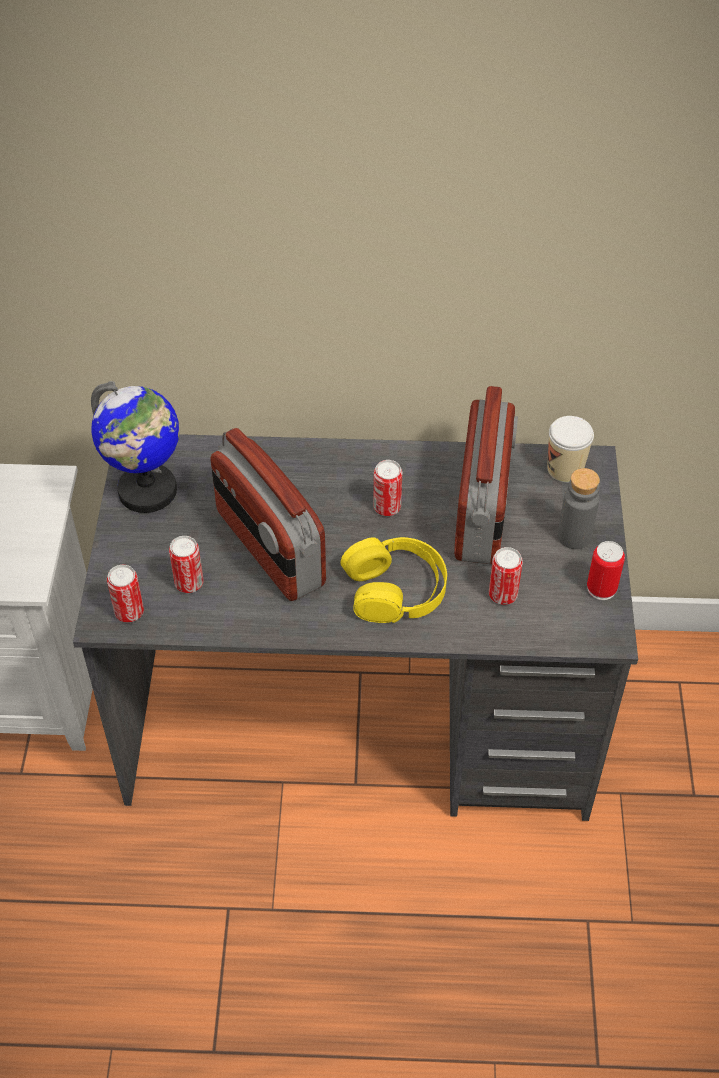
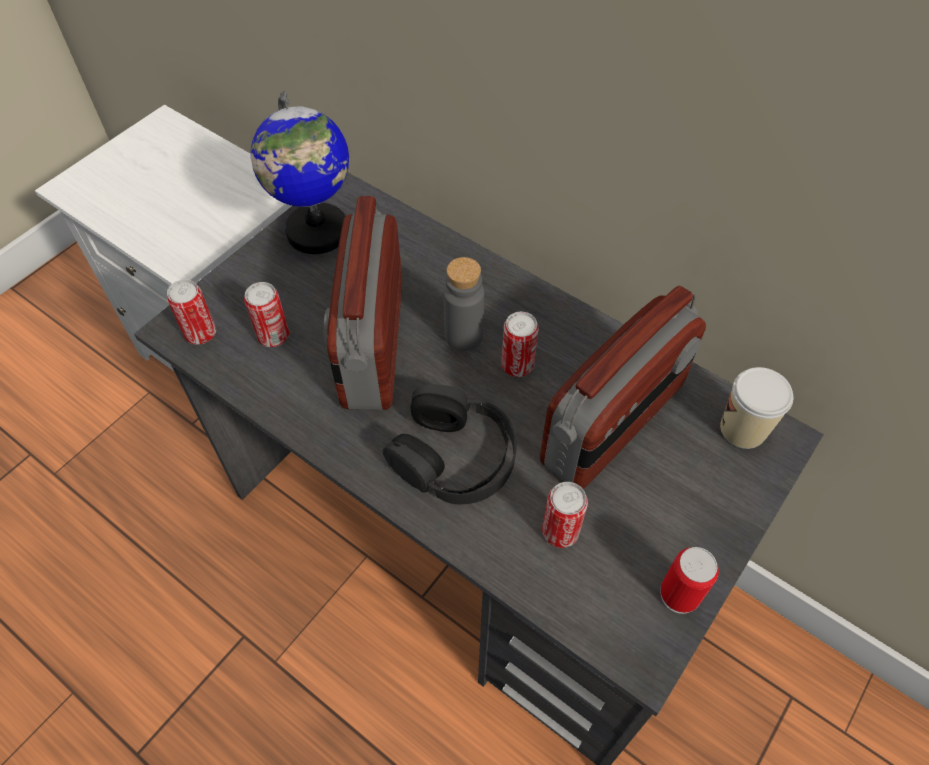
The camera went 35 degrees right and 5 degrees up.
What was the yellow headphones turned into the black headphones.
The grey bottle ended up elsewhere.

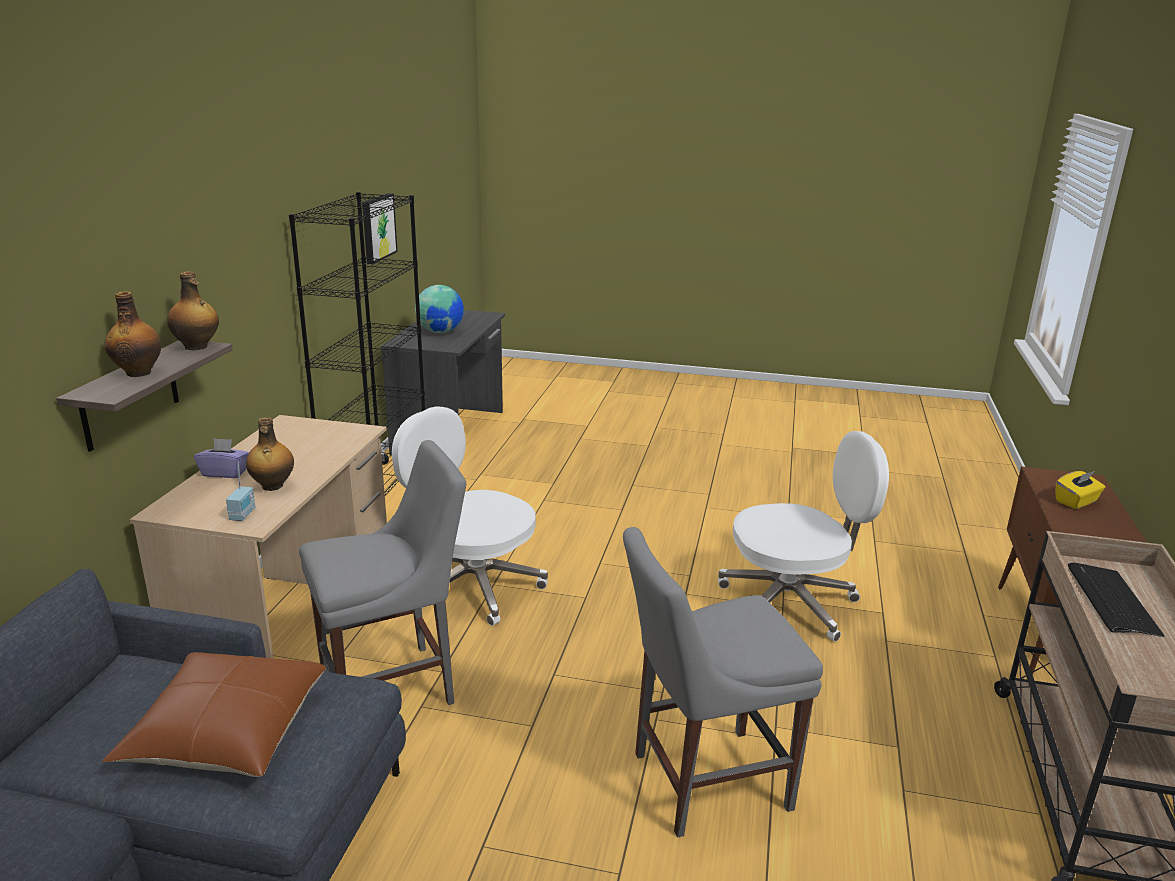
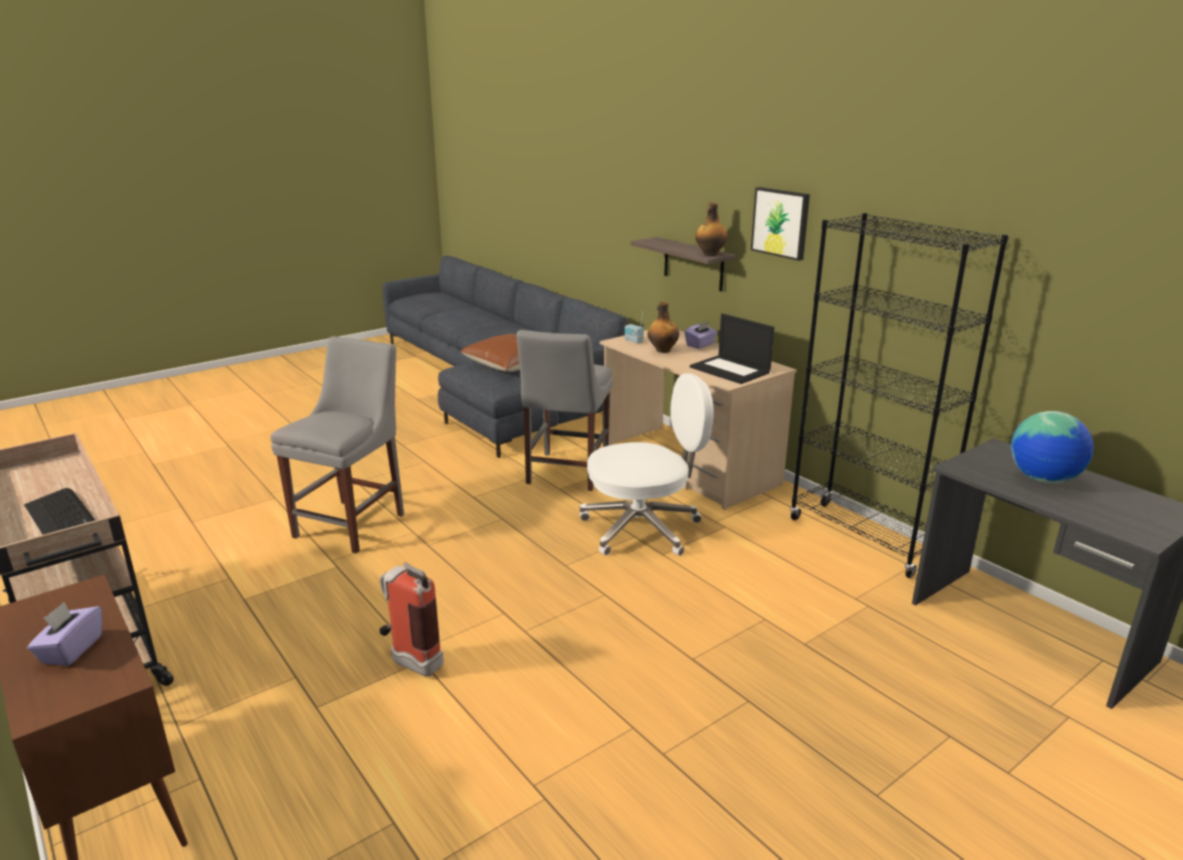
The camera went 130 degrees right and 0 degrees up.
The second view lost the bottle (1st from left).
The picture ended up elsewhere.
Where the white office chair (2nd from left) stood, the fire extinguisher came to stand.
What was the yellow tissue box turned into the purple tissue box (1st from left).
The second view gained the laptop.

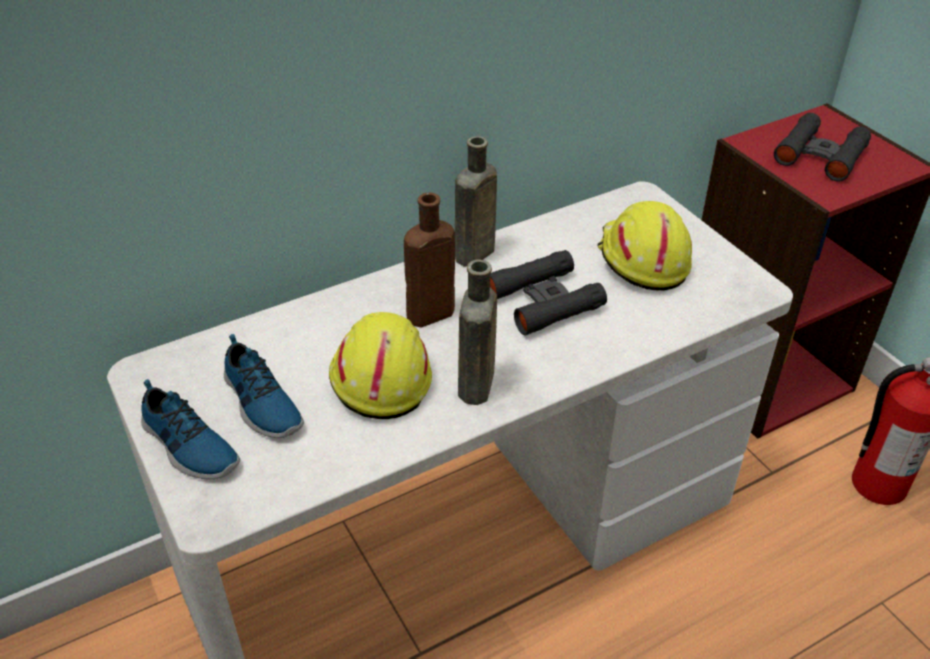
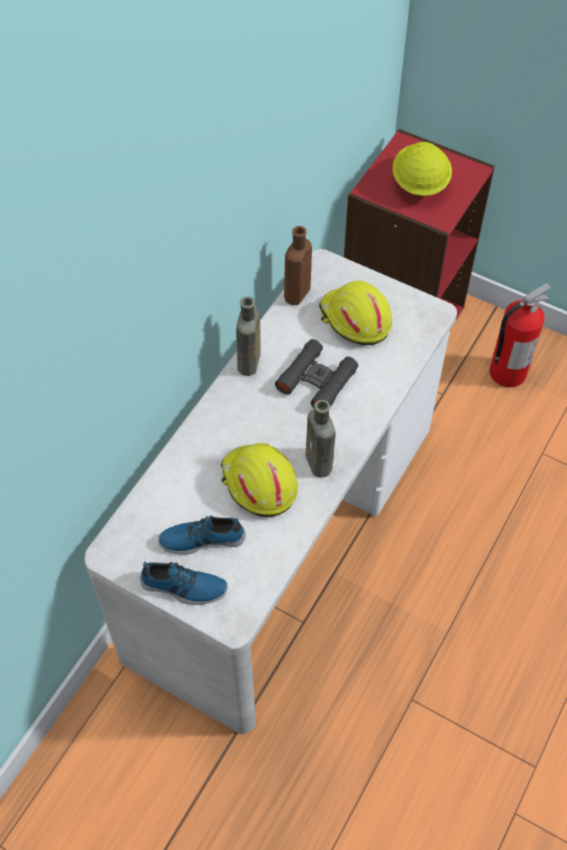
The camera went 30 degrees left and 15 degrees up.
The shoe (2nd from left) ended up facing another way, 150 degrees clockwise from before.
The brown bottle (1st from left in the first image) ended up elsewhere.
Where the black binoculars (2nd from left) stood, the yellow hard hat (3rd from left) came to stand.

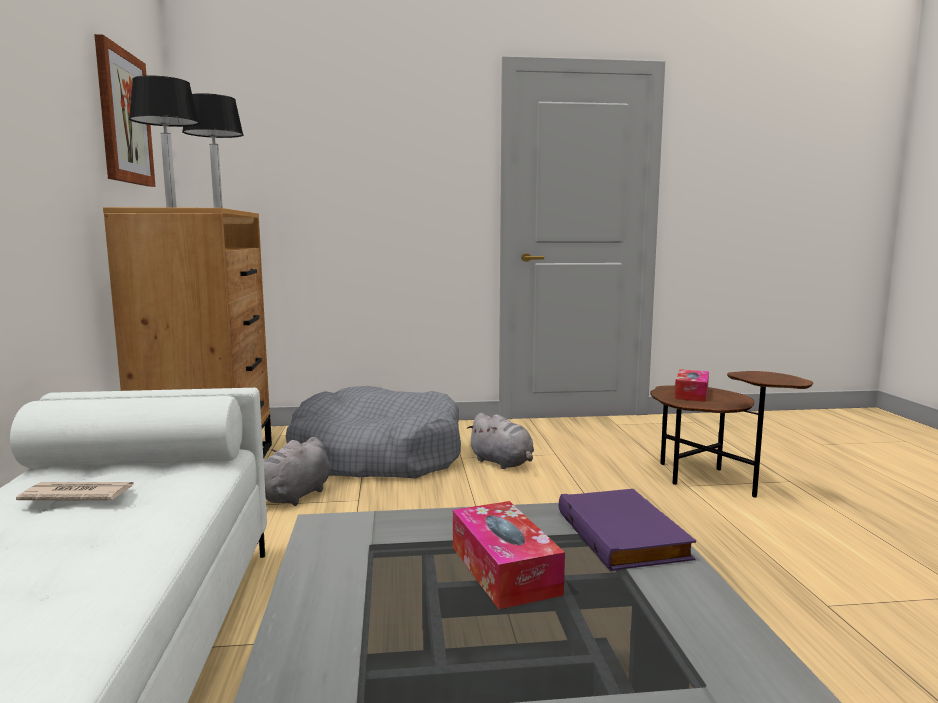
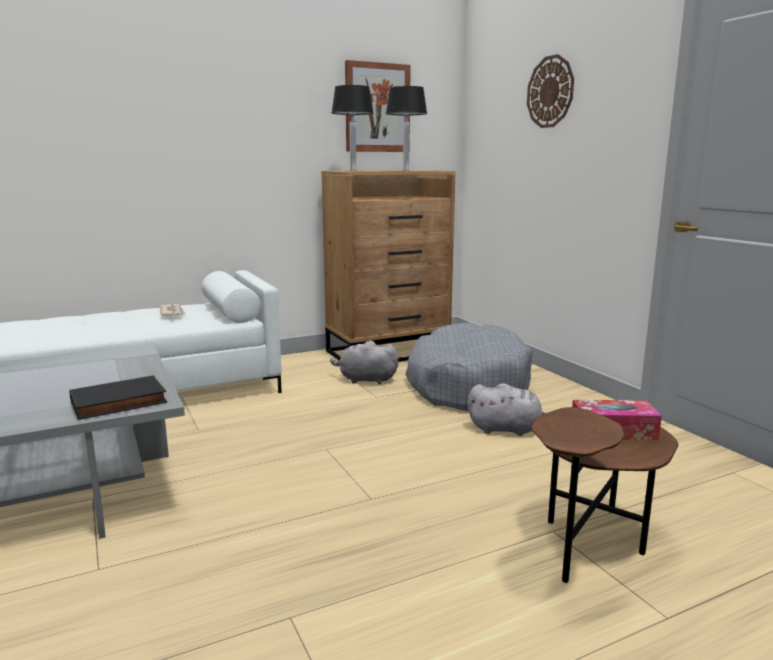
The camera went 70 degrees right and 5 degrees up.
The second view lost the tissue box (1st from left).
The grey plush toy (2nd from left) ended up facing another way, 105 degrees counterclockwise from before.
What was the purple book turned into the black book.
The second view gained the wall clock.

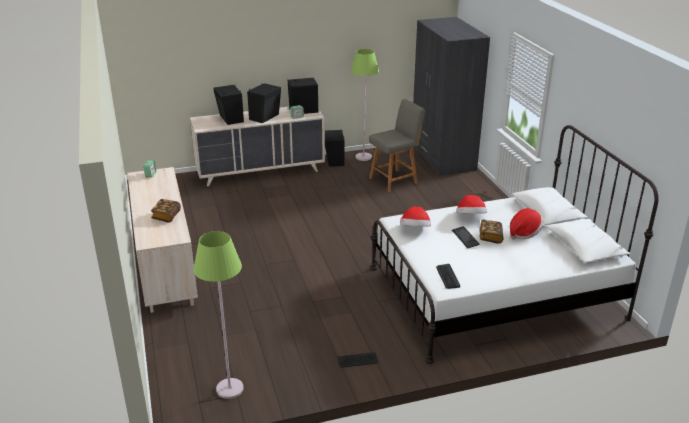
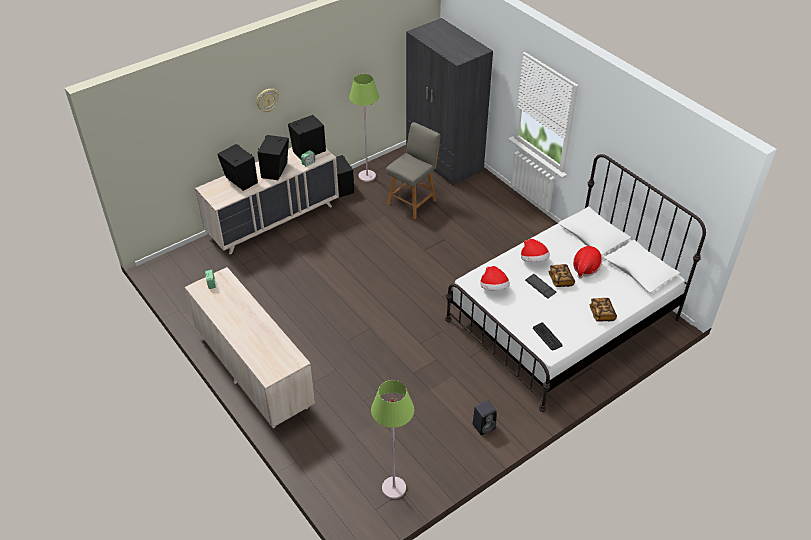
The camera went 20 degrees left and 15 degrees up.
The book (1st from left in the first image) ended up elsewhere.
Where the keyboard (1st from left) stood, the black speaker (5th from left) came to stand.
The second view gained the wall clock.

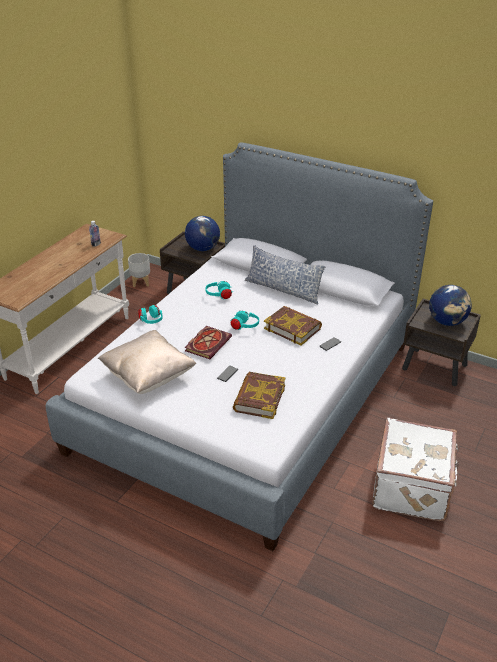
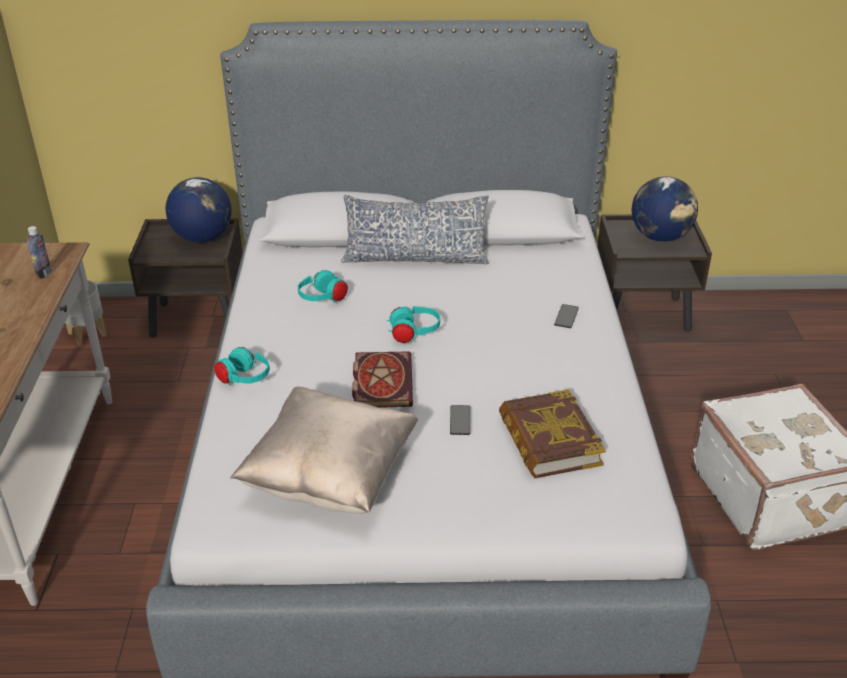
The camera went 30 degrees left and 0 degrees up.
The second view lost the book (3rd from left).

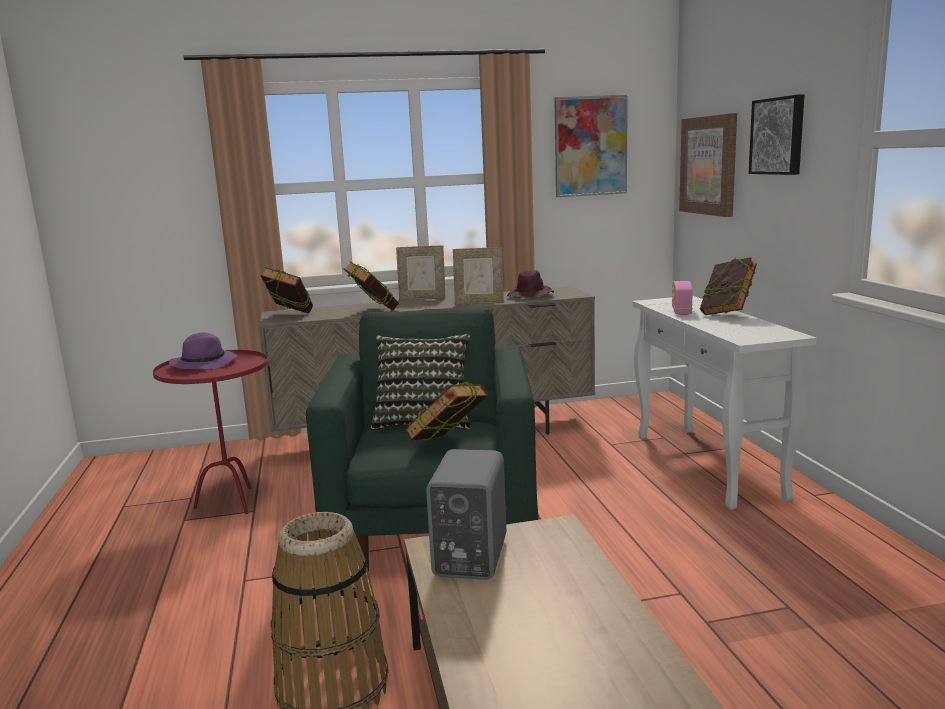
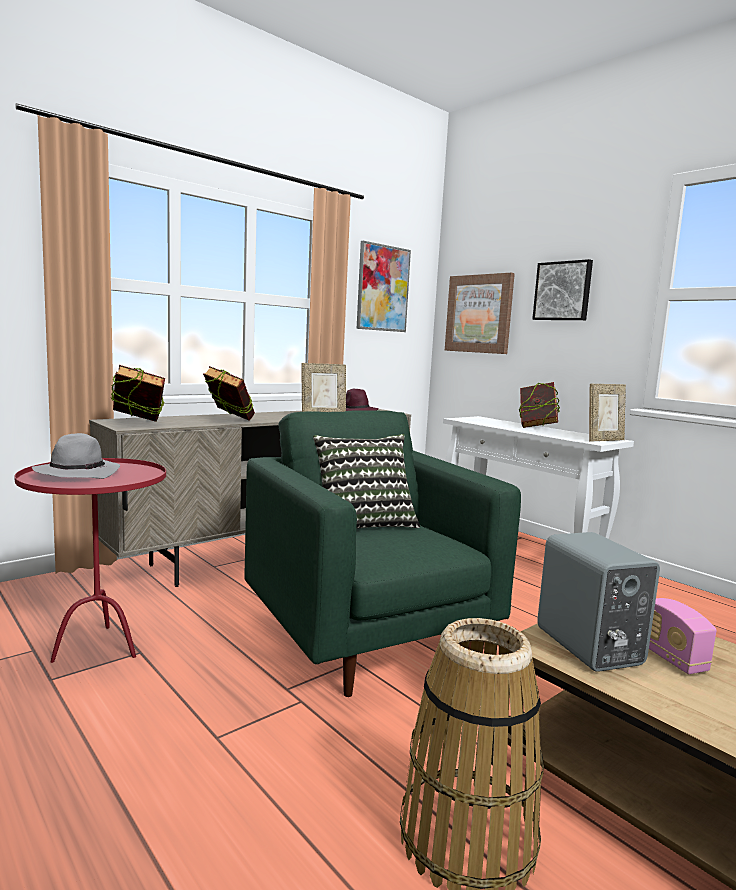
The camera went 30 degrees left and 5 degrees down.
What was the purple hat (1st from left) turned into the grey hat.
The picture frame (1st from left in the first image) ended up elsewhere.
The second view lost the book (3rd from left).
The radio ended up elsewhere.

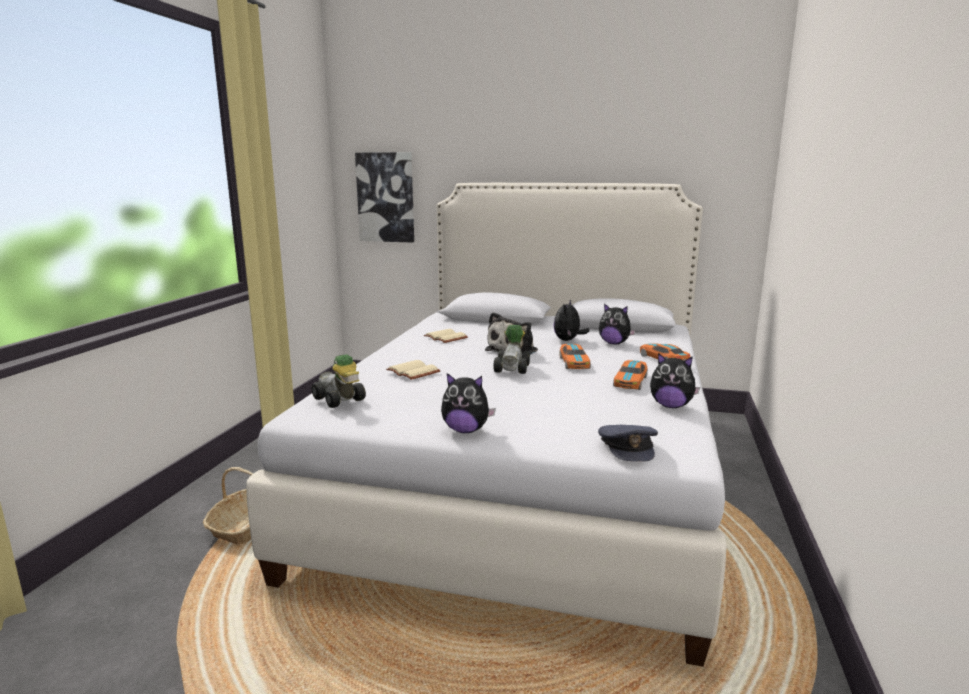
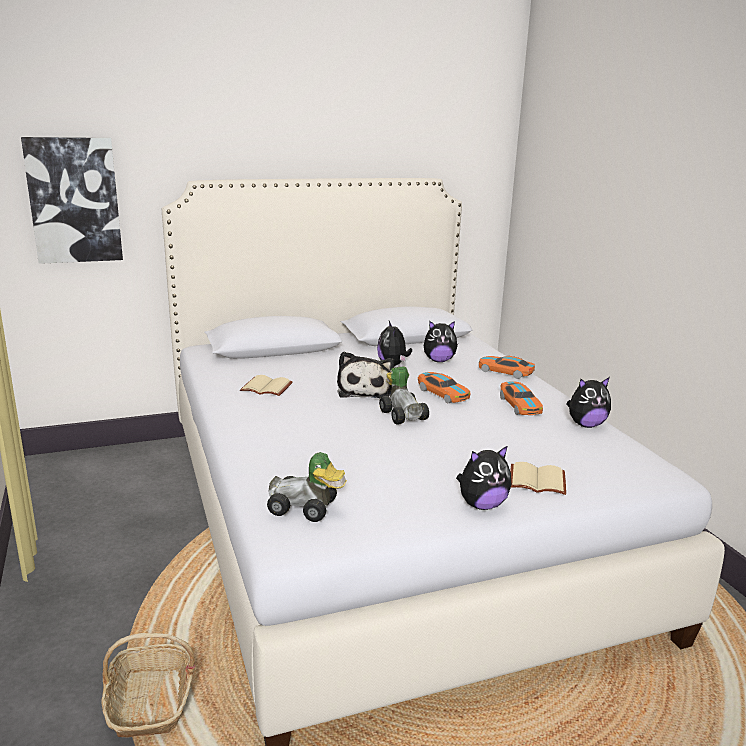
The camera went 35 degrees left and 5 degrees up.
The beige book (1st from left in the first image) ended up elsewhere.
The second view lost the grey cap.

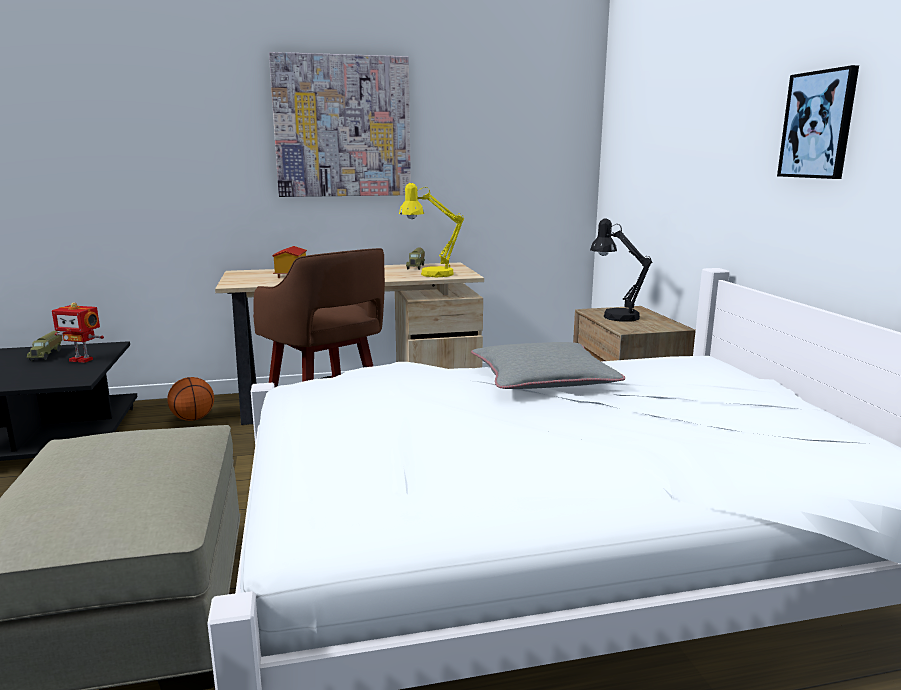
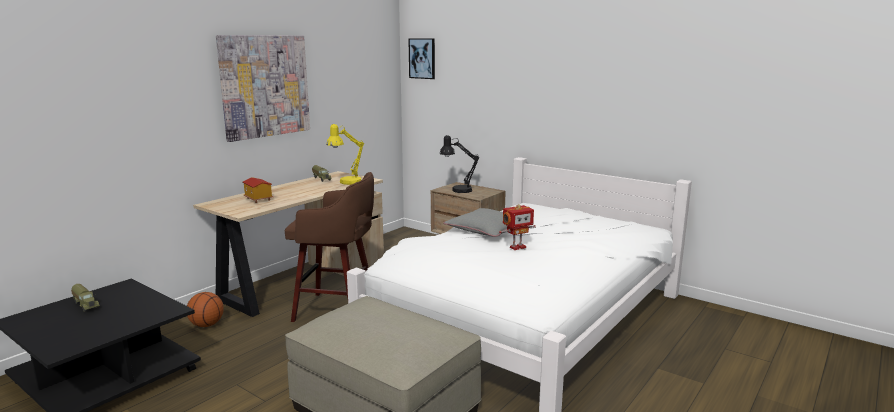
The camera went 40 degrees left and 0 degrees up.
The toy robot ended up elsewhere.
The picture (2nd from left) ended up elsewhere.

